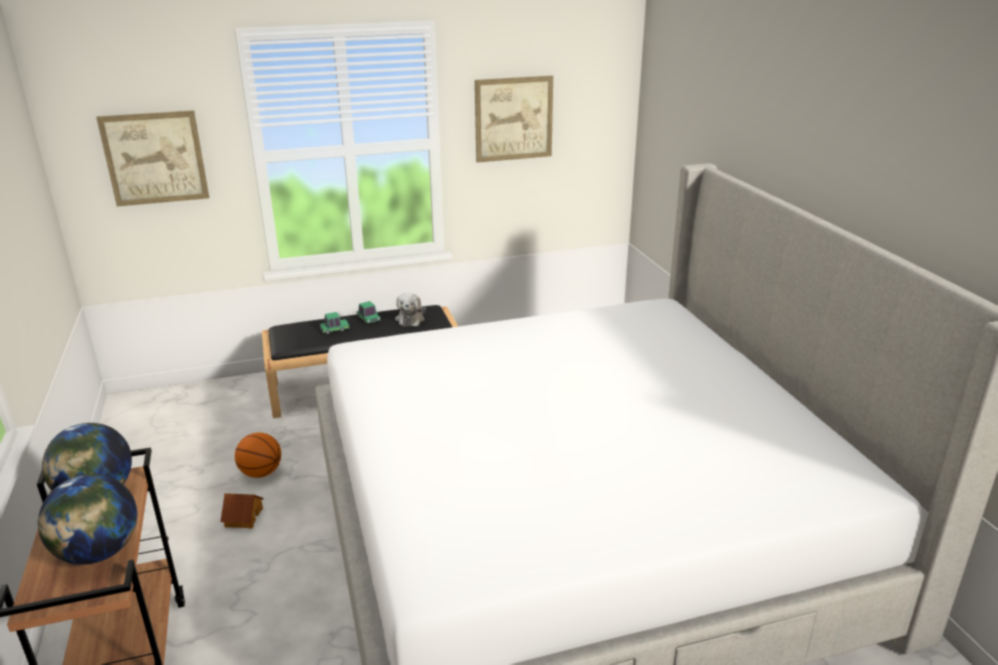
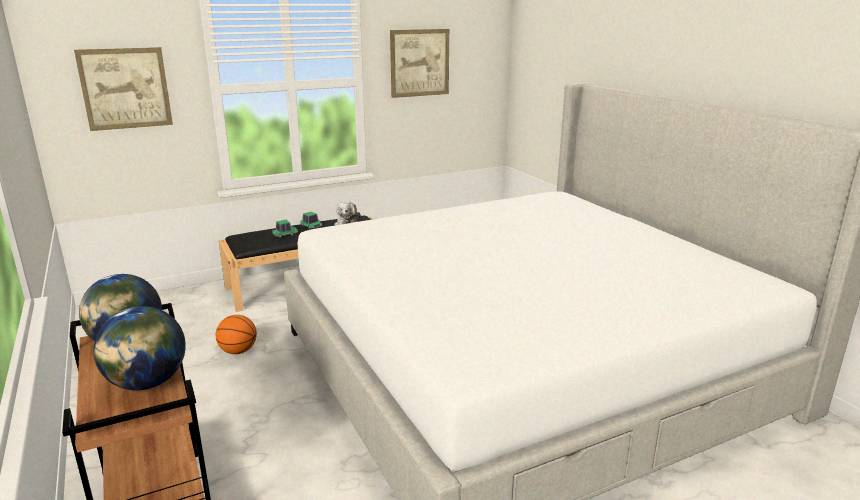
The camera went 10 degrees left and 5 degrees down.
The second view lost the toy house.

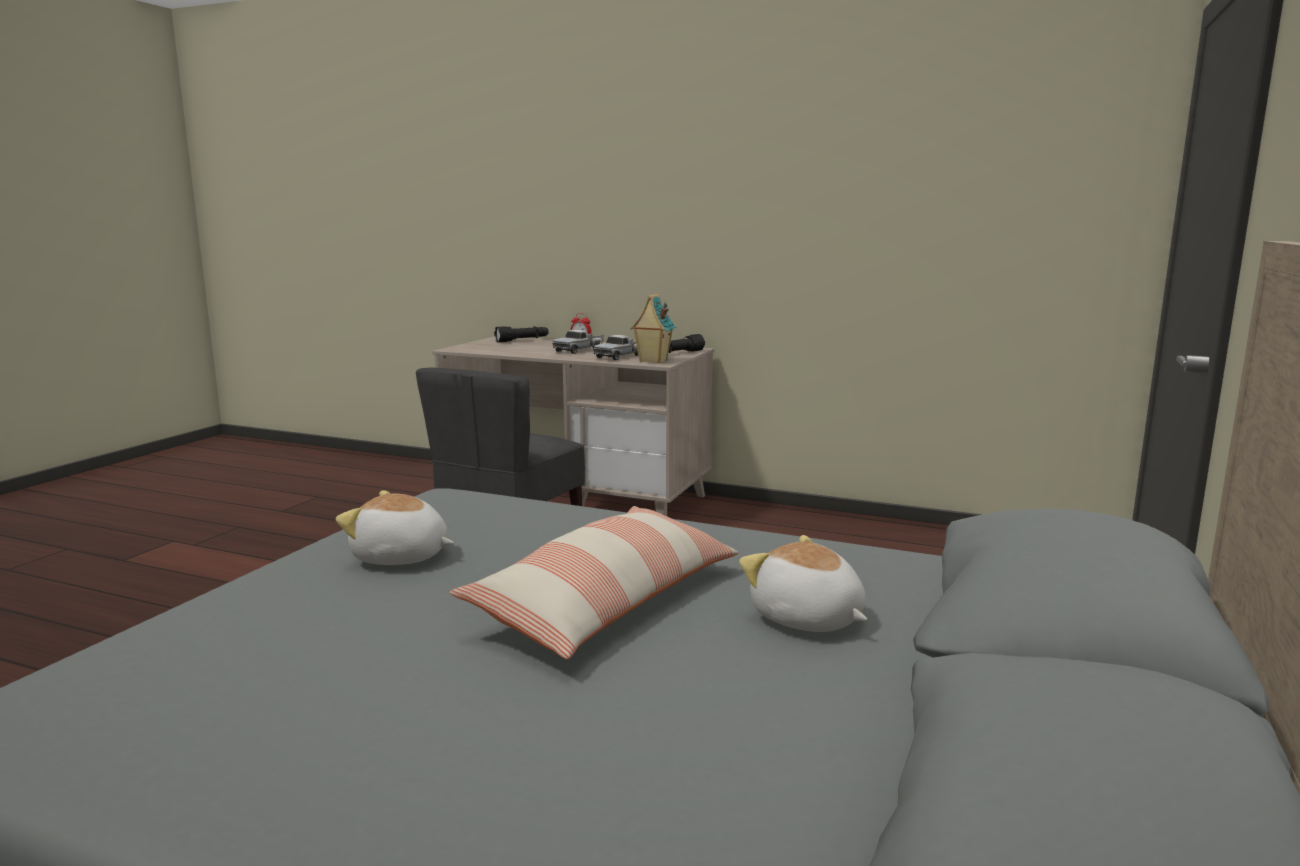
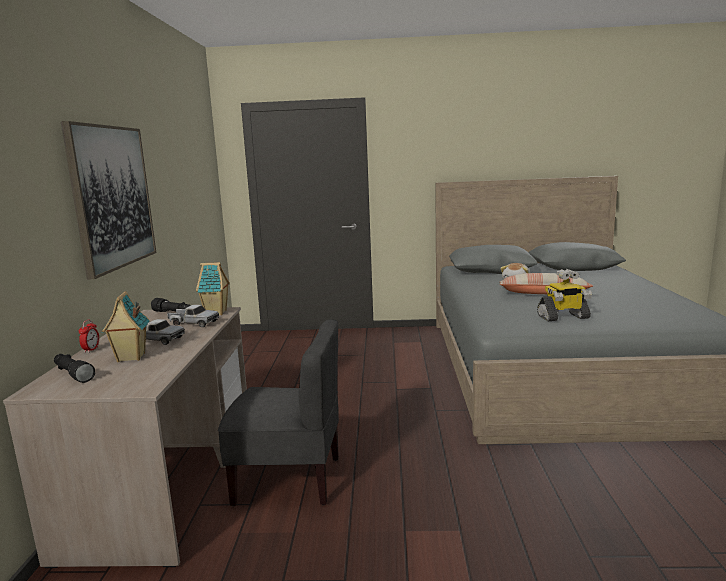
The camera went 110 degrees left and 0 degrees up.
Where the plush toy (1st from left) stood, the toy robot came to stand.
The second view gained the picture.
The second view gained the toy house (1st from left).

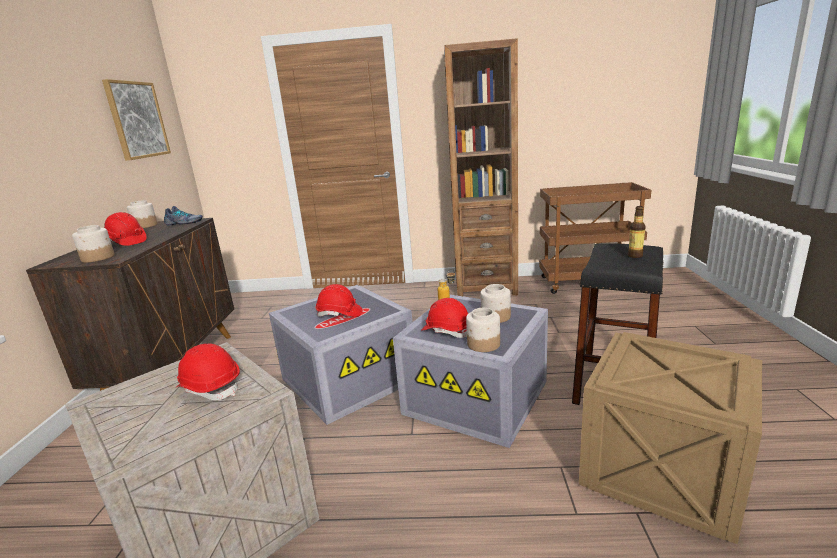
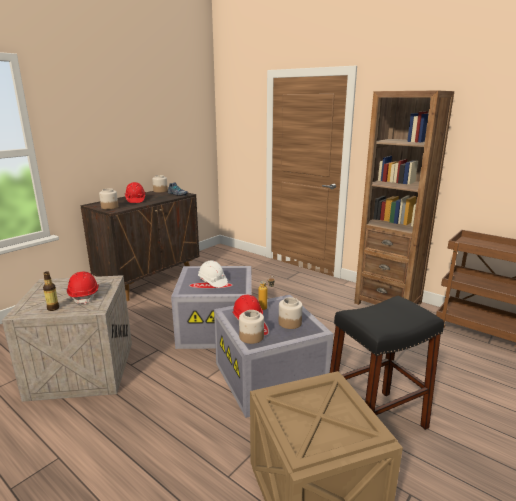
The camera went 35 degrees right and 0 degrees up.
The second view lost the picture.
What was the red hard hat (3rd from left) turned into the white hard hat.
The bottle (2nd from left in the first image) ended up elsewhere.

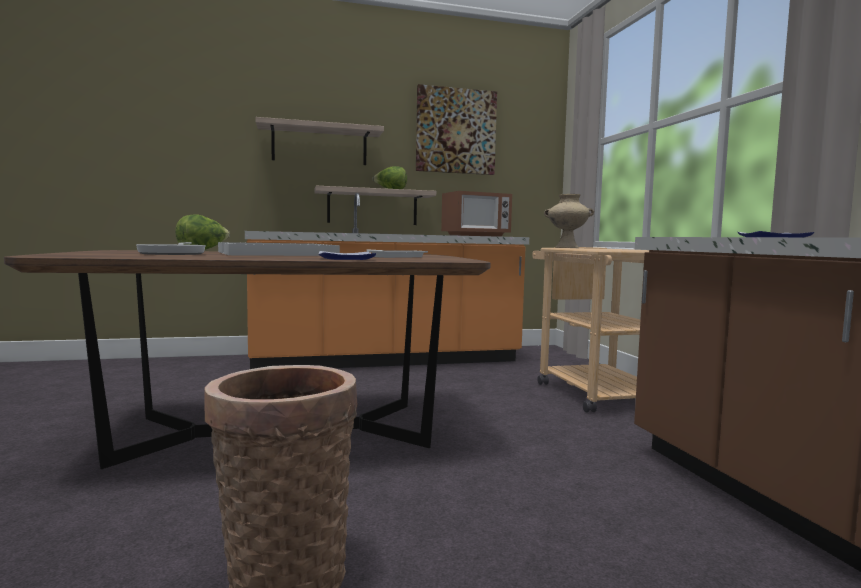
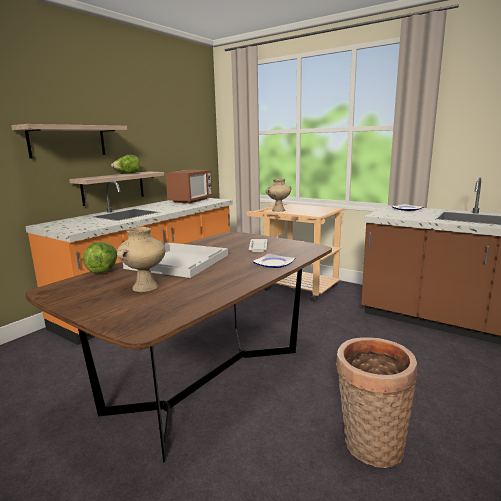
The camera went 40 degrees left and 10 degrees up.
Where the frying pan stood, the beige vase (1st from left) came to stand.
The second view lost the picture.

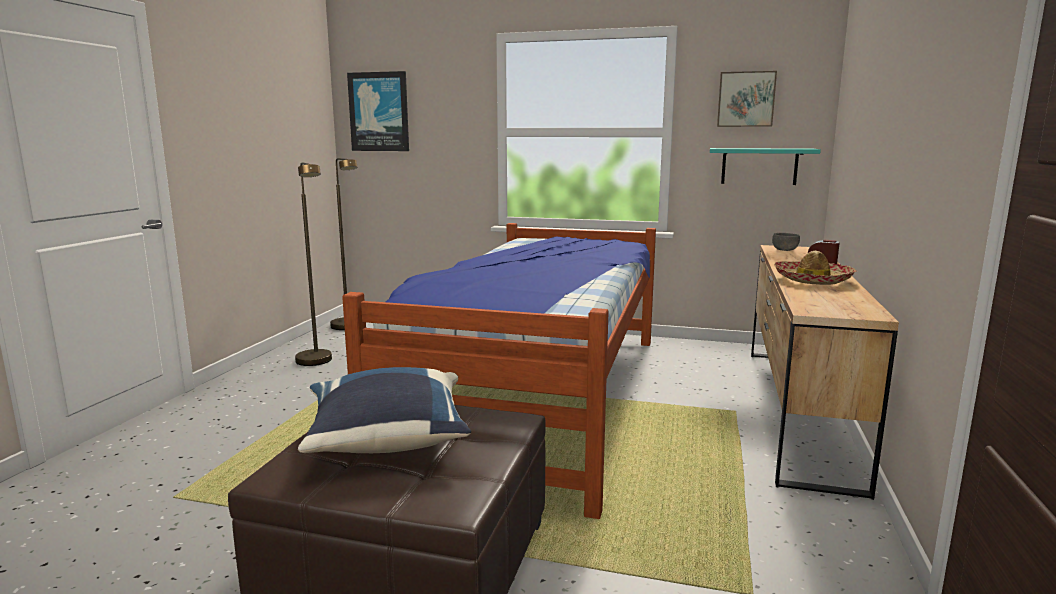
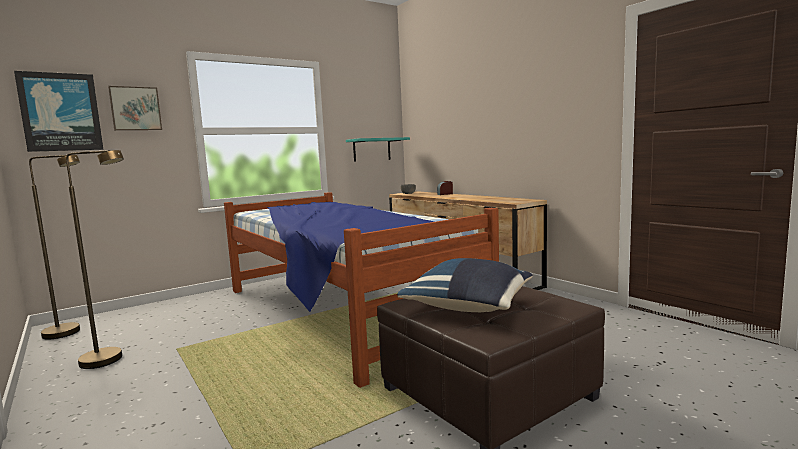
The camera went 50 degrees left and 5 degrees down.
The picture (2nd from left) ended up elsewhere.
The second view lost the hat.

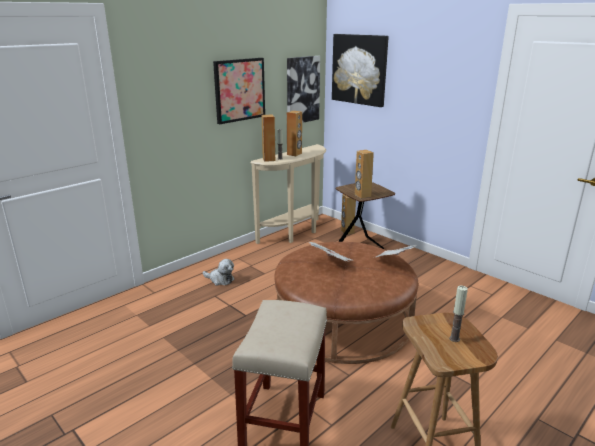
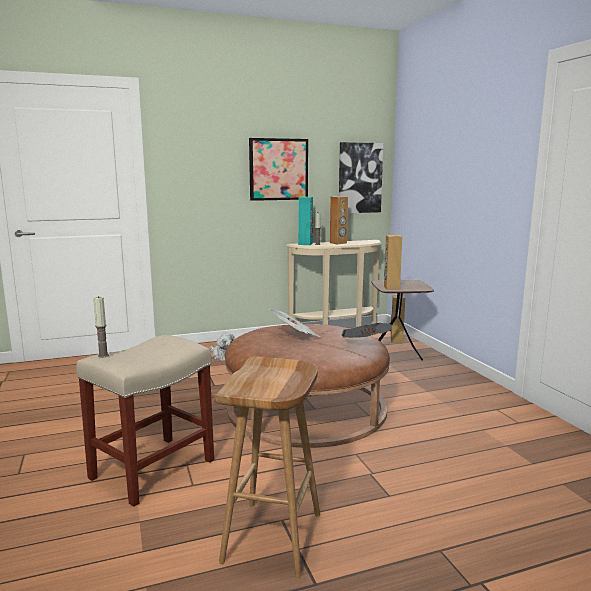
The camera went 25 degrees right and 10 degrees down.
What was the brown speaker (1st from left) turned into the turquoise speaker.
The second view lost the picture (3rd from left).
The candle (2nd from left in the first image) ended up elsewhere.

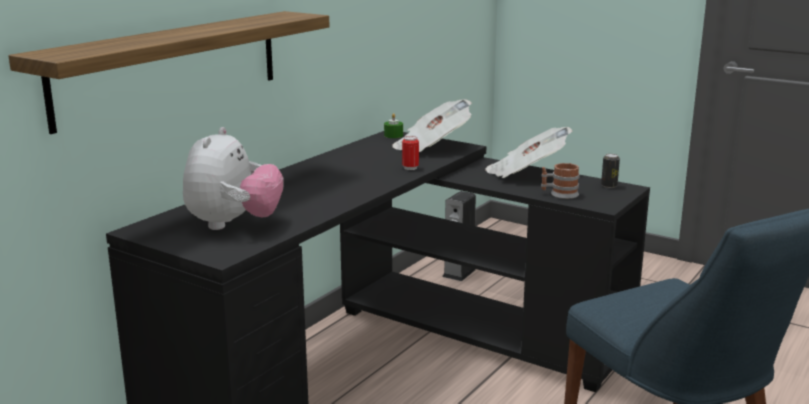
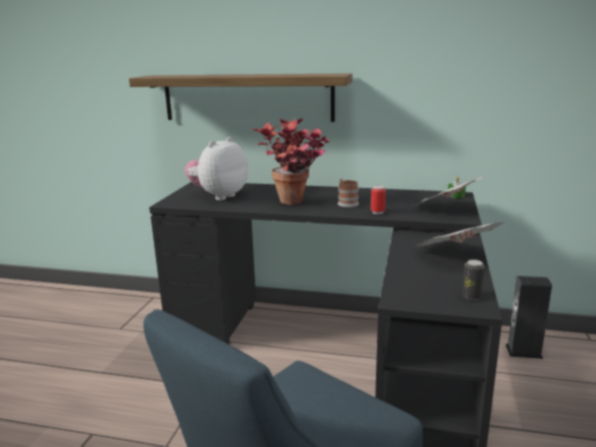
The camera went 70 degrees right and 0 degrees up.
The plush toy ended up facing another way, 135 degrees clockwise from before.
The mug ended up elsewhere.
The second view gained the potted plant.

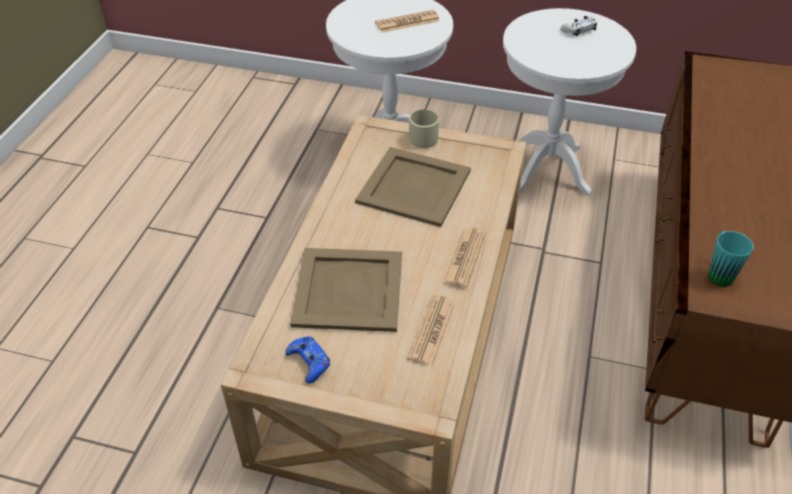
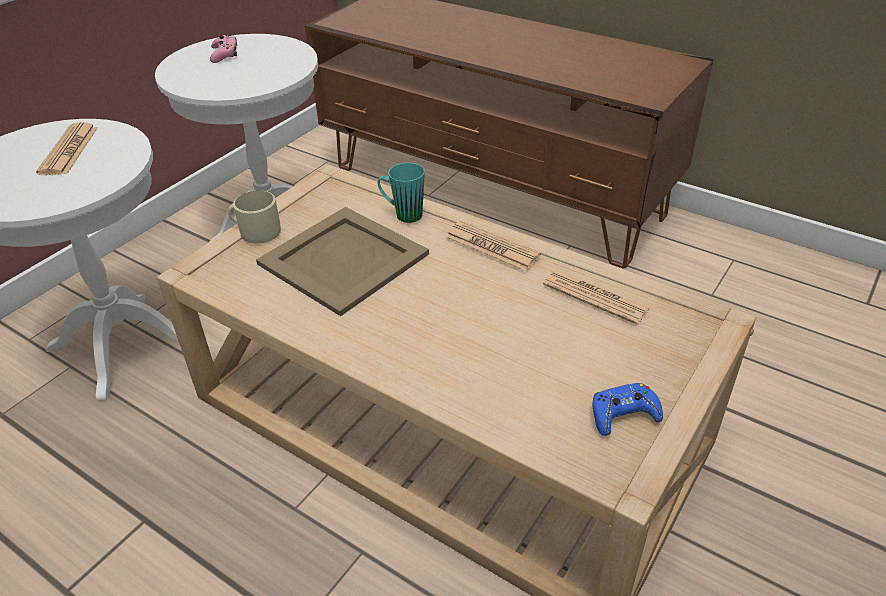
The camera went 70 degrees left and 5 degrees down.
The second view lost the beige tray (1st from left).
What was the white game controller turned into the pink game controller.
The turquoise mug ended up elsewhere.

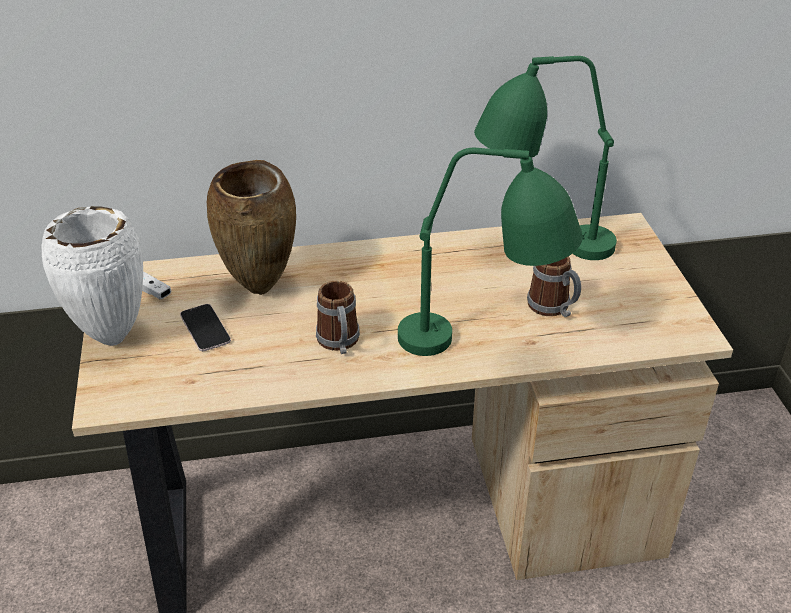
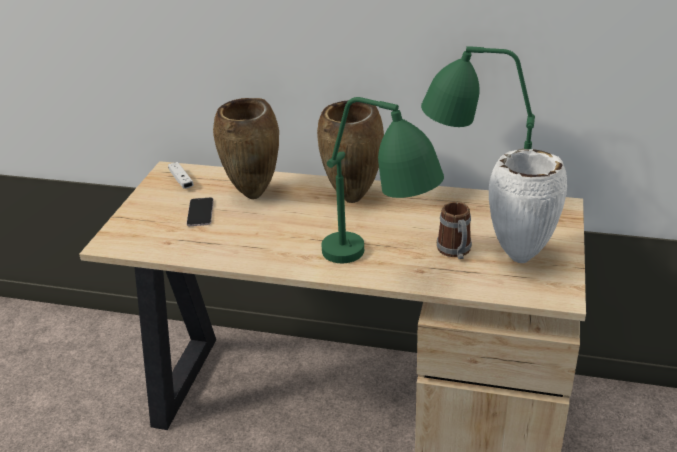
The camera went 25 degrees right and 5 degrees down.
The white vase ended up elsewhere.
The second view lost the mug (1st from left).
The second view gained the brown vase (2nd from left).

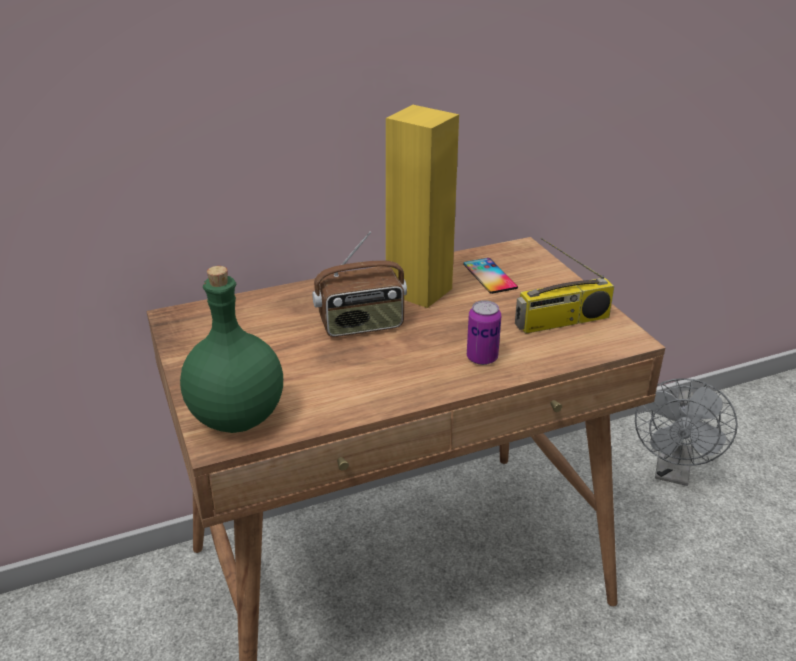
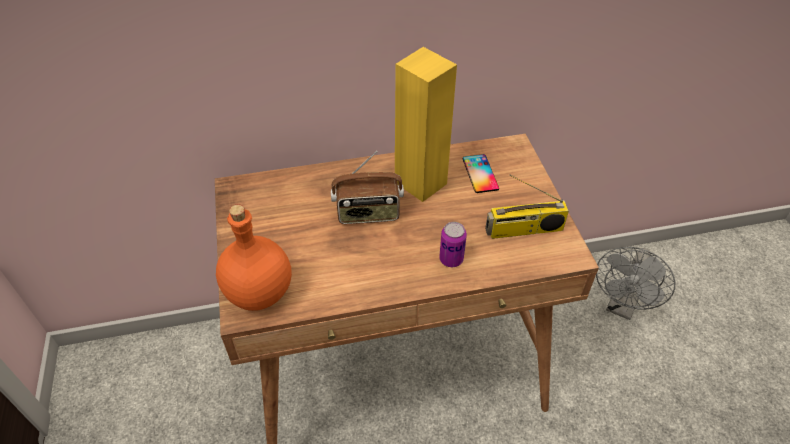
The camera went 10 degrees right and 15 degrees up.
What was the green bottle turned into the orange bottle.

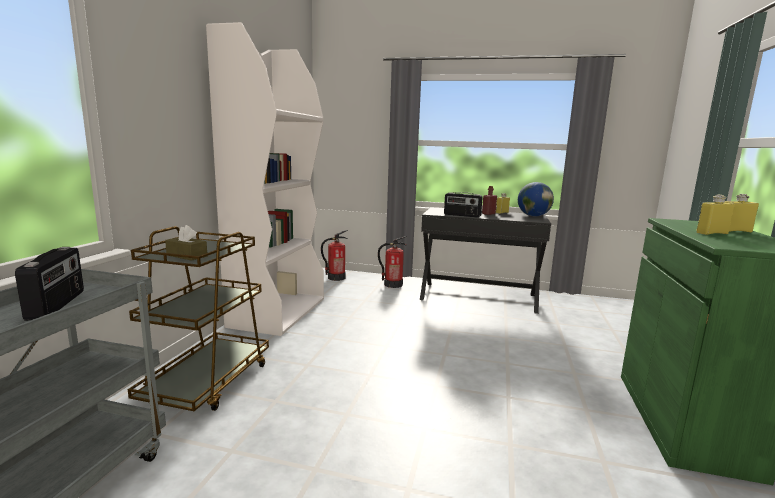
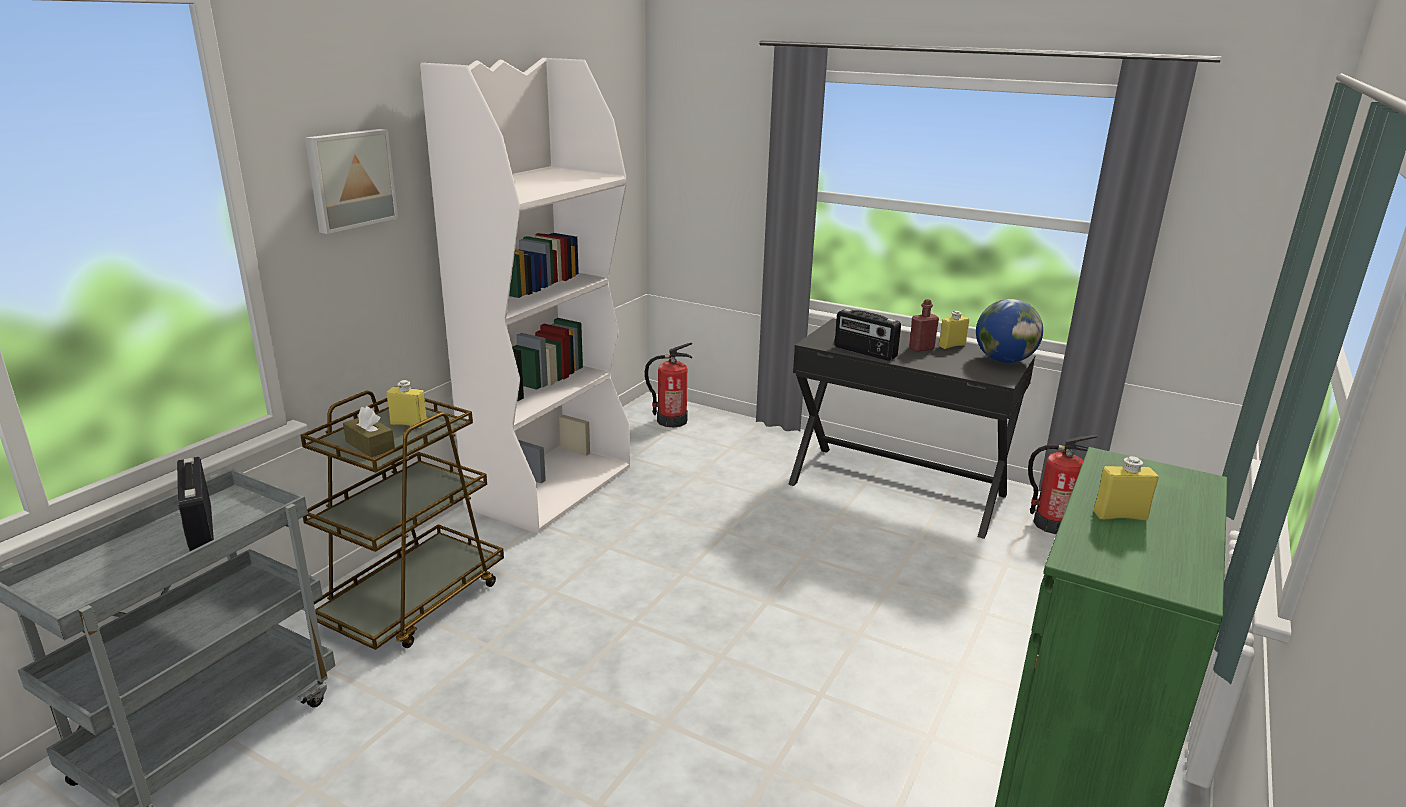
The camera went 15 degrees right and 10 degrees up.
The radio (1st from left) ended up facing another way, 150 degrees clockwise from before.
The fire extinguisher (2nd from left) ended up elsewhere.
The yellow bottle (3rd from left in the first image) ended up elsewhere.
The second view gained the picture.

